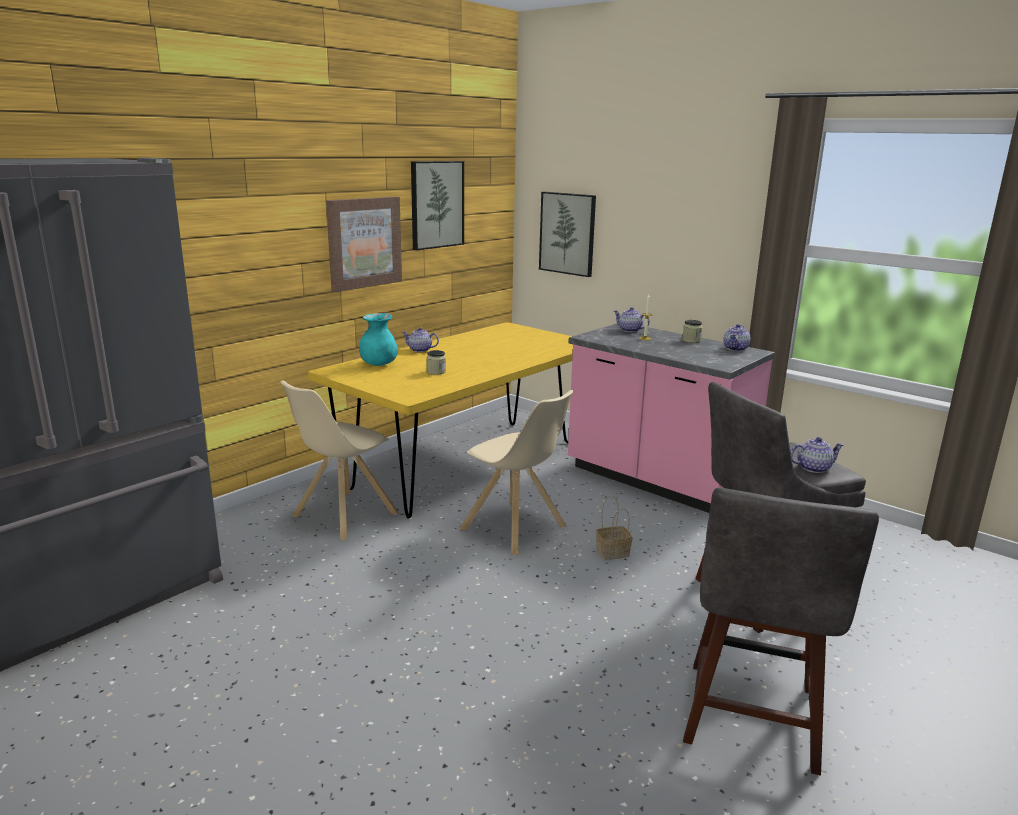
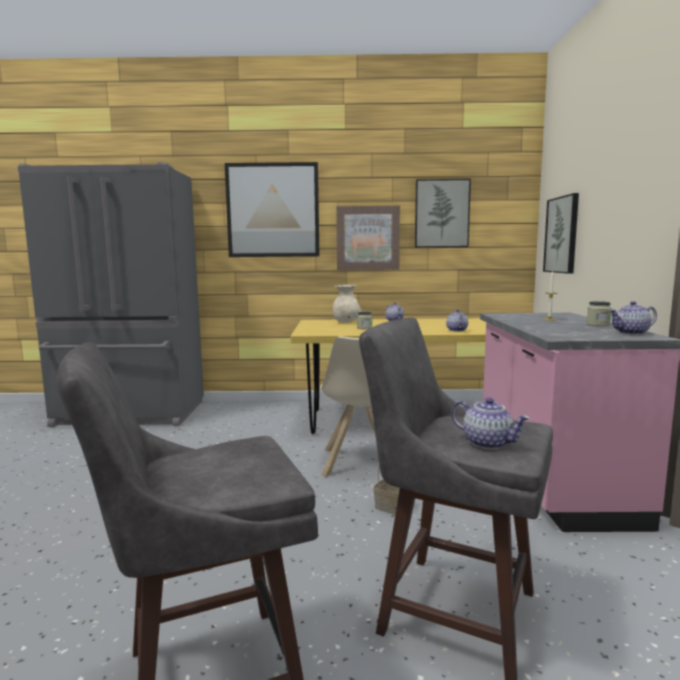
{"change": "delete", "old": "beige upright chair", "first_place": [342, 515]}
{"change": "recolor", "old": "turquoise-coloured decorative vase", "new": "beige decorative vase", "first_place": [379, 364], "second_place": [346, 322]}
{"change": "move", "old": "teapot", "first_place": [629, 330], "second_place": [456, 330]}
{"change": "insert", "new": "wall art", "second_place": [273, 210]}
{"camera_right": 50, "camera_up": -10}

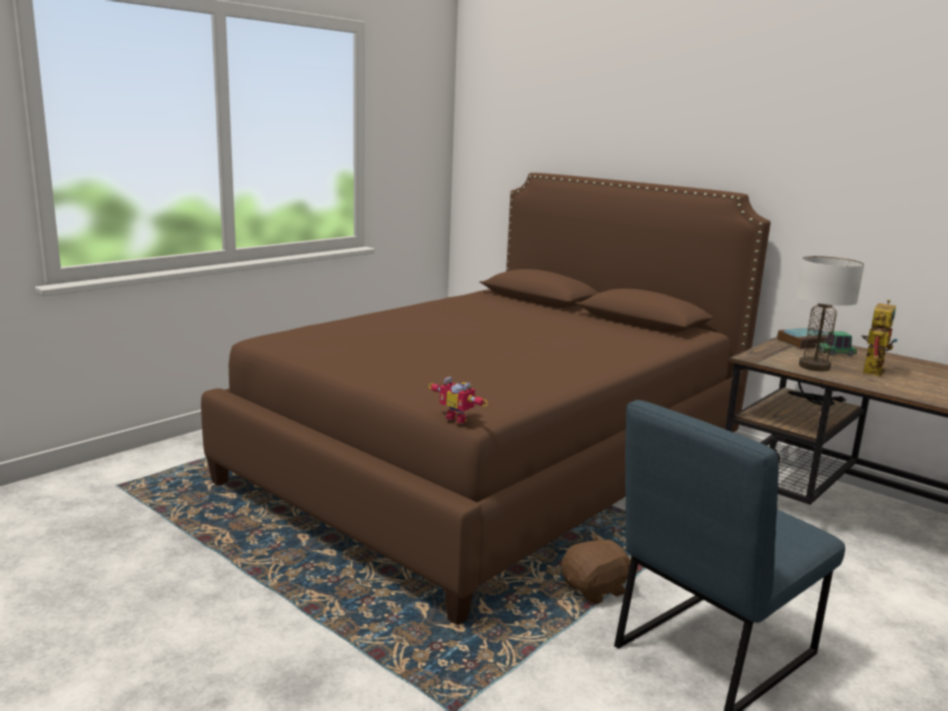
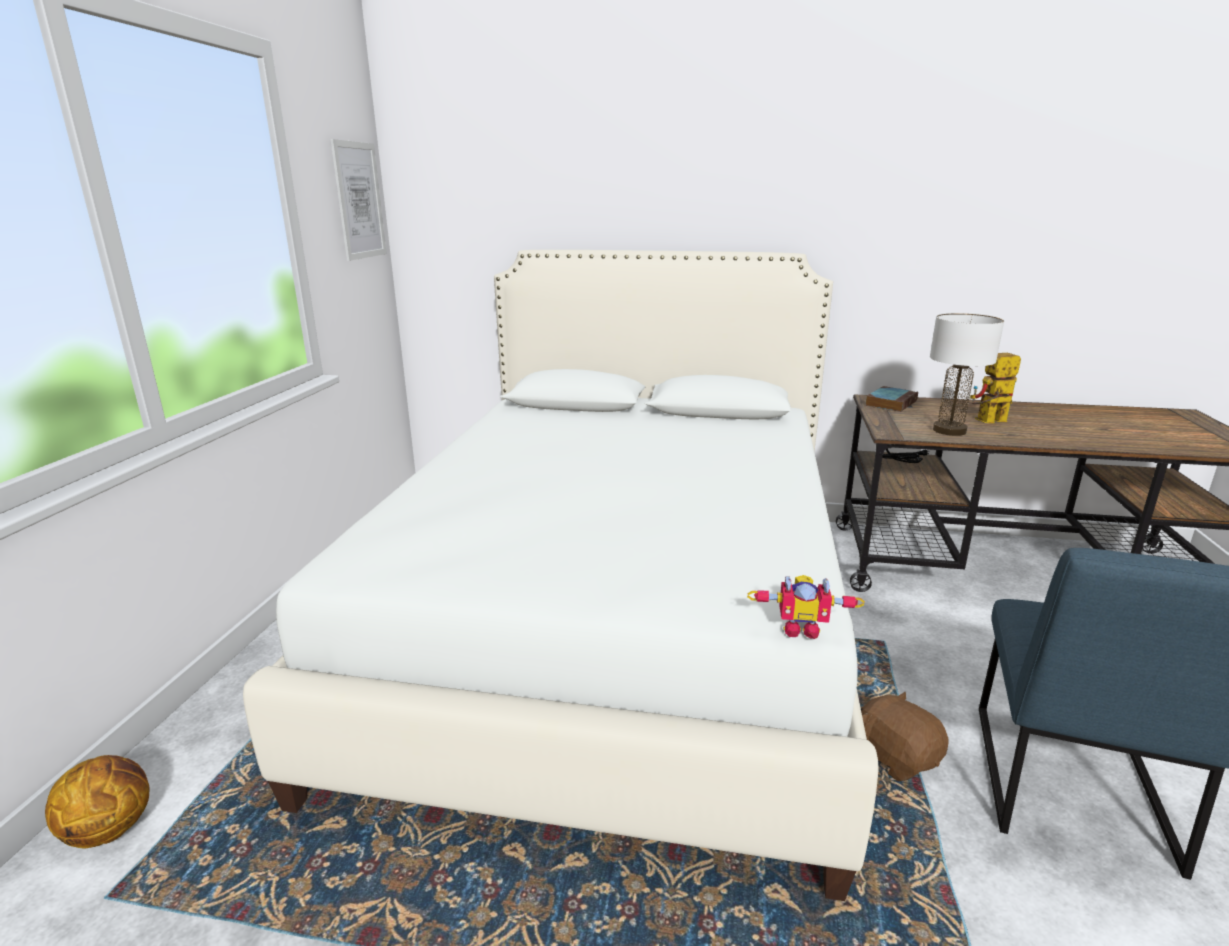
{"change": "recolor", "old": "brownish sleeping bed", "new": "whitish sleeping bed", "first_place": [492, 466], "second_place": [618, 624]}
{"change": "rotate", "old": "brownish cuddly toy", "first_place": [595, 589], "second_place": [896, 757], "degrees": -60}
{"change": "delete", "old": "model car", "first_place": [835, 353]}
{"change": "rotate", "old": "toy robot", "first_place": [871, 369], "second_place": [987, 421], "degrees": -105}
{"change": "insert", "new": "ball for basketball", "second_place": [111, 829]}
{"change": "insert", "new": "wall art", "second_place": [359, 201]}
{"camera_right": -30, "camera_up": 5}

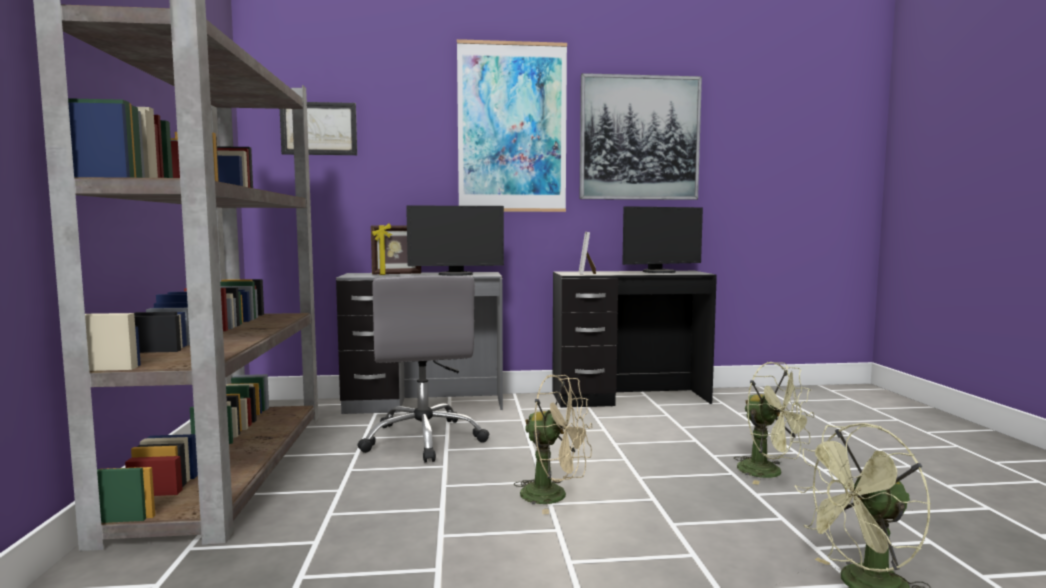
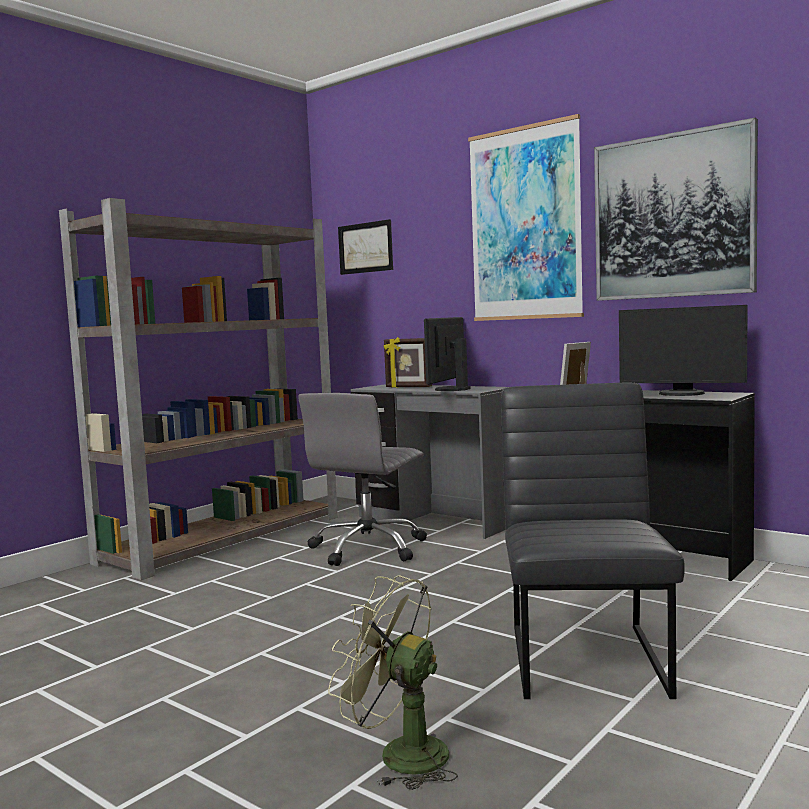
{"change": "rotate", "old": "computer display", "first_place": [456, 274], "second_place": [450, 389], "degrees": 75}
{"change": "delete", "old": "beige electric fan", "first_place": [554, 496]}
{"change": "replace", "old": "green-coloured electric fan", "new": "grey upright chair", "first_place": [769, 473], "second_place": [587, 657]}
{"camera_right": 45, "camera_up": 0}

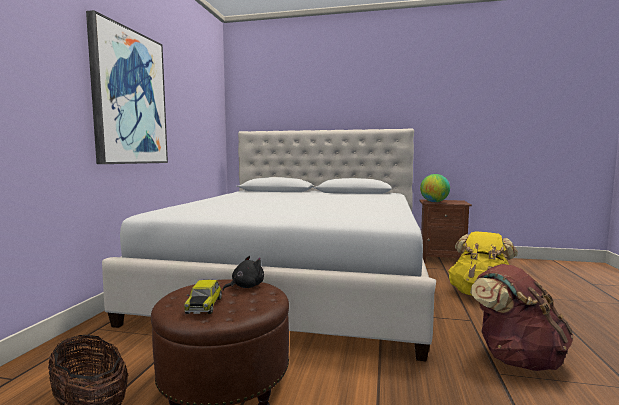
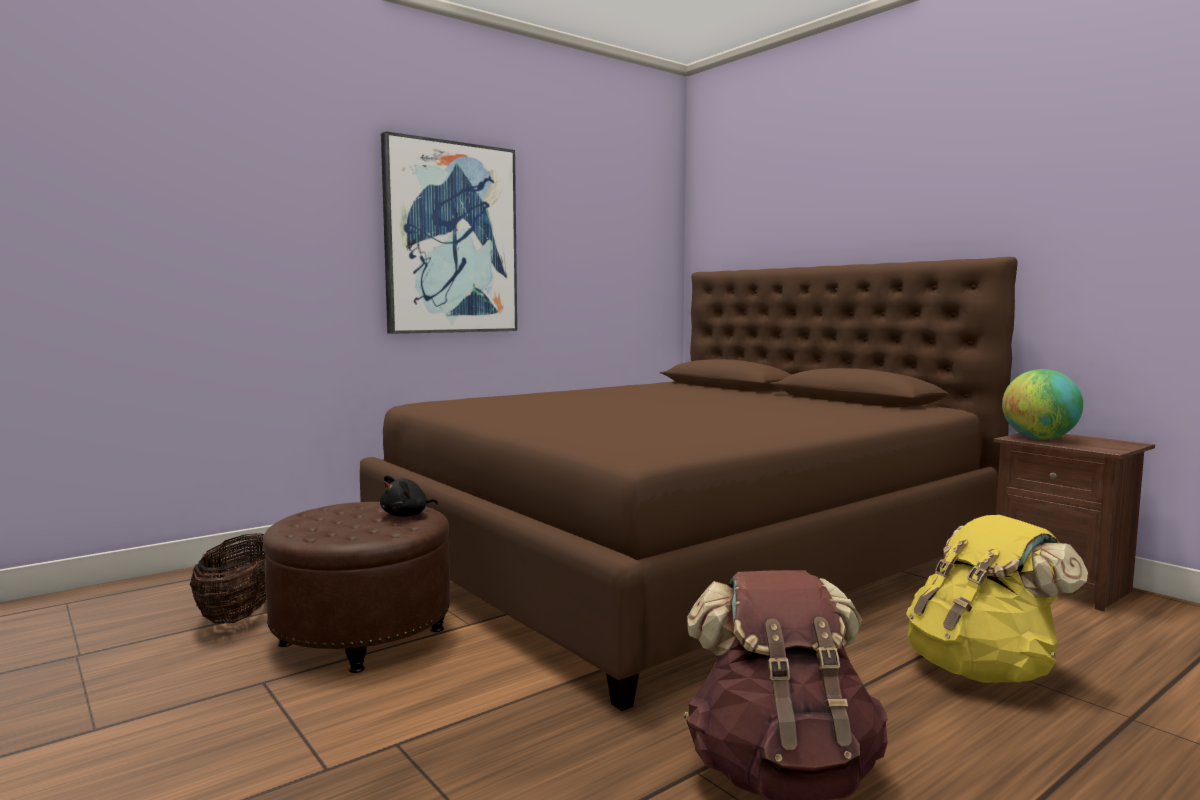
{"change": "recolor", "old": "whitish sleeping bed", "new": "brownish sleeping bed", "first_place": [299, 280], "second_place": [676, 552]}
{"change": "delete", "old": "model car", "first_place": [203, 306]}
{"change": "rotate", "old": "black cuddly toy", "first_place": [245, 286], "second_place": [407, 515], "degrees": 135}
{"camera_right": 40, "camera_up": 0}

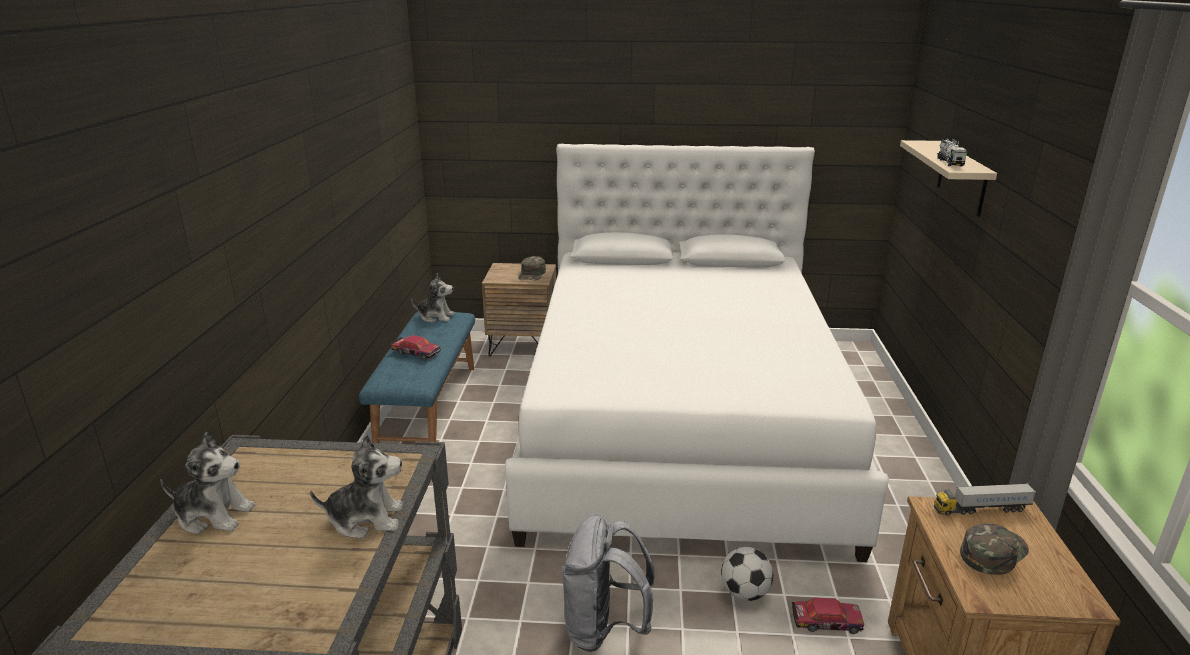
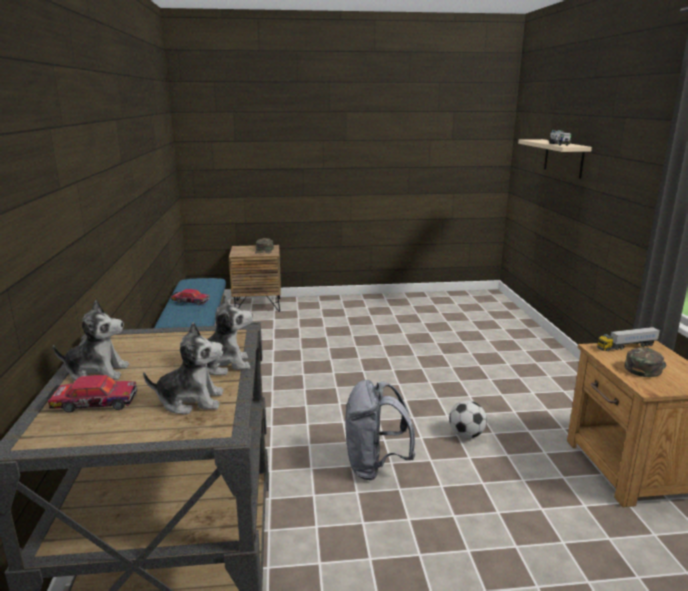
{"change": "move", "old": "cuddly toy", "first_place": [436, 317], "second_place": [191, 401]}
{"change": "delete", "old": "whitish sleeping bed", "first_place": [680, 422]}
{"change": "move", "old": "model car", "first_place": [825, 621], "second_place": [95, 403]}
{"camera_right": -10, "camera_up": -5}

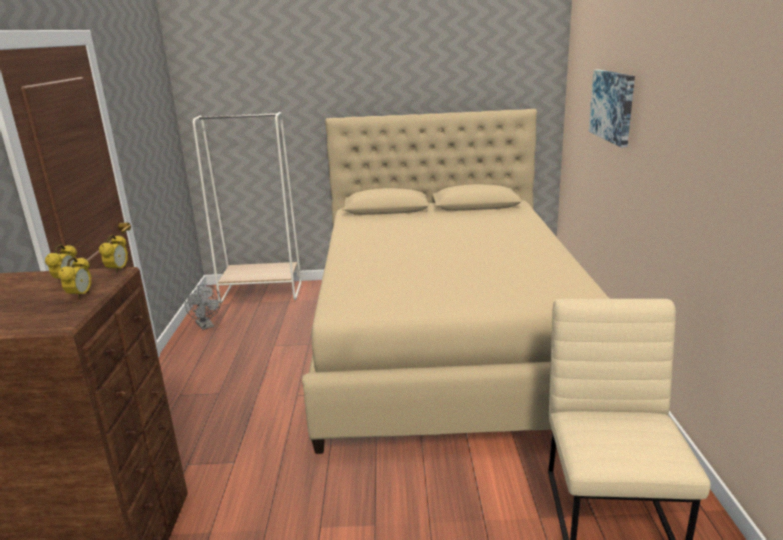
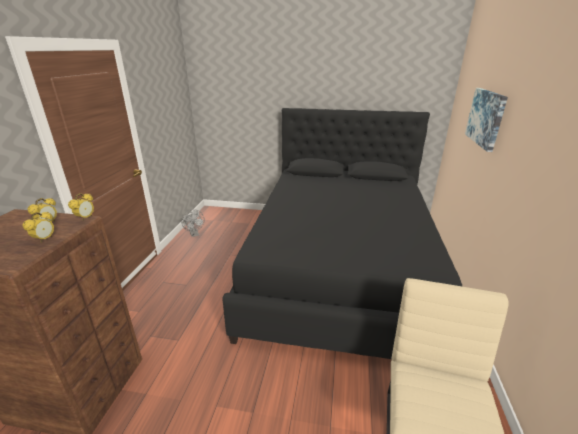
{"change": "delete", "old": "clothes rack", "first_place": [261, 293]}
{"change": "recolor", "old": "beige sleeping bed", "new": "black sleeping bed", "first_place": [446, 340], "second_place": [341, 267]}
{"camera_right": 10, "camera_up": 5}

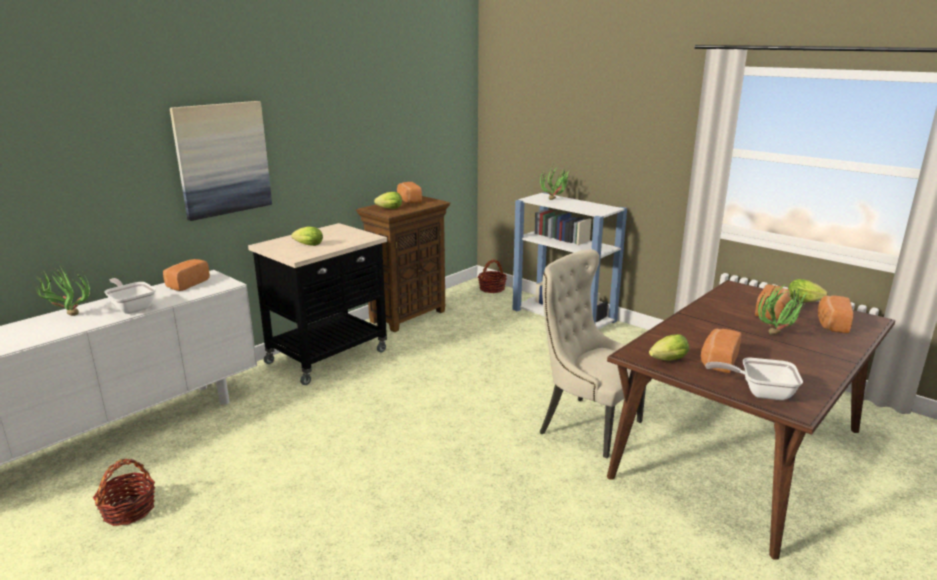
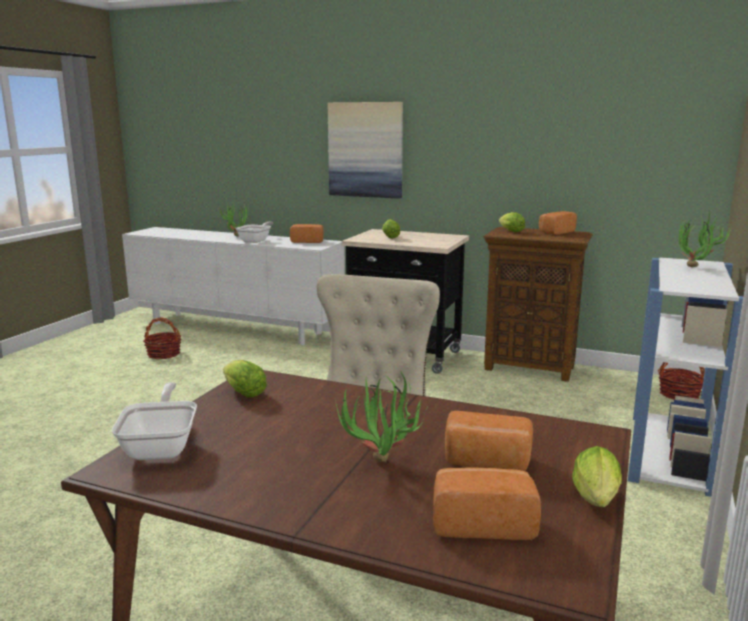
{"change": "delete", "old": "baked bread", "first_place": [718, 361]}
{"camera_right": 70, "camera_up": -5}

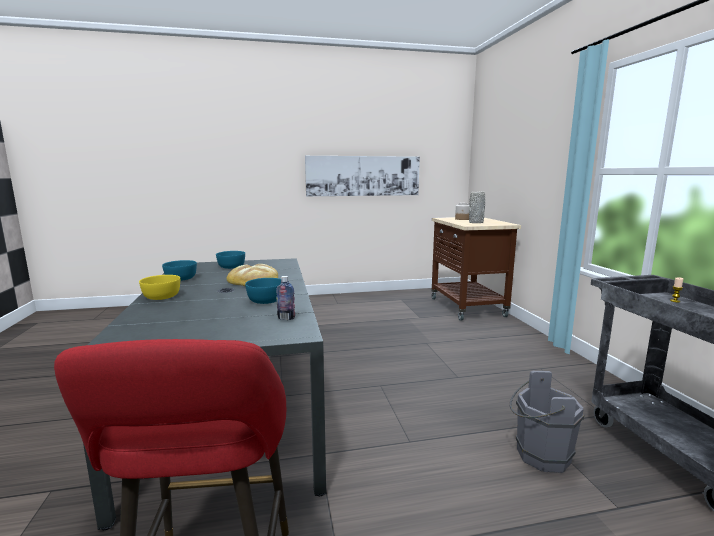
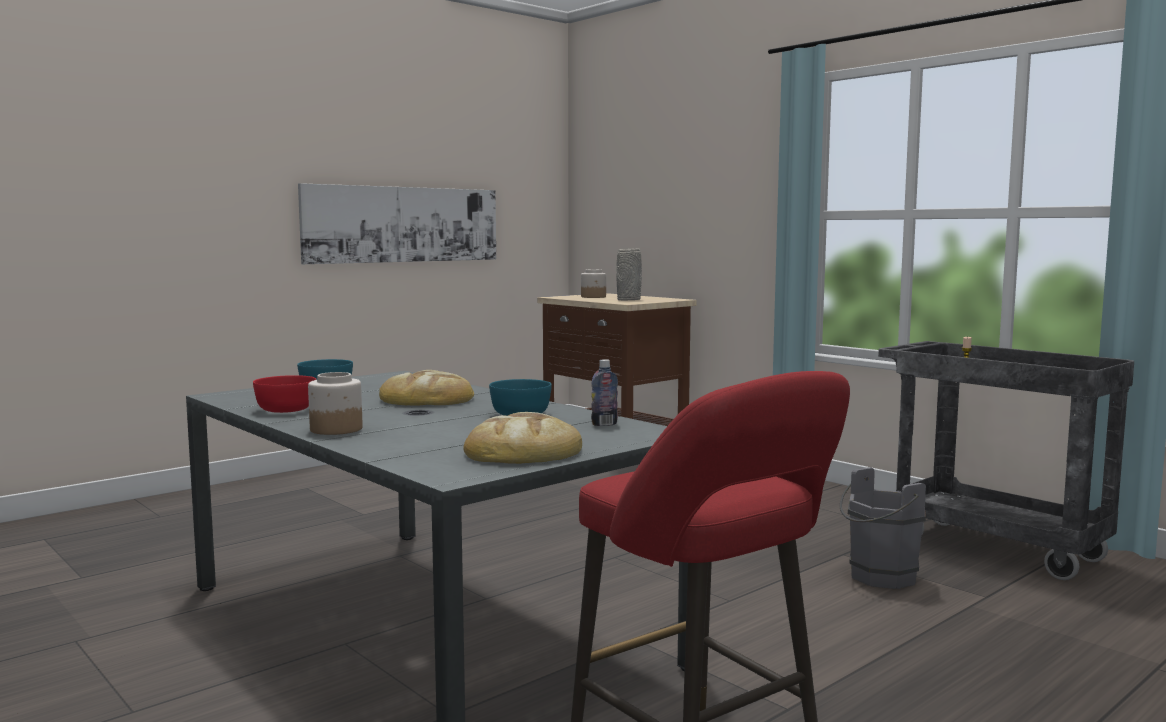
{"change": "replace", "old": "yellow-coloured bowl", "new": "preserve jar", "first_place": [161, 296], "second_place": [335, 429]}
{"change": "recolor", "old": "turquoise-coloured bowl", "new": "reddish bowl", "first_place": [181, 278], "second_place": [286, 409]}
{"change": "insert", "new": "baked bread", "second_place": [523, 451]}
{"camera_right": -30, "camera_up": -5}

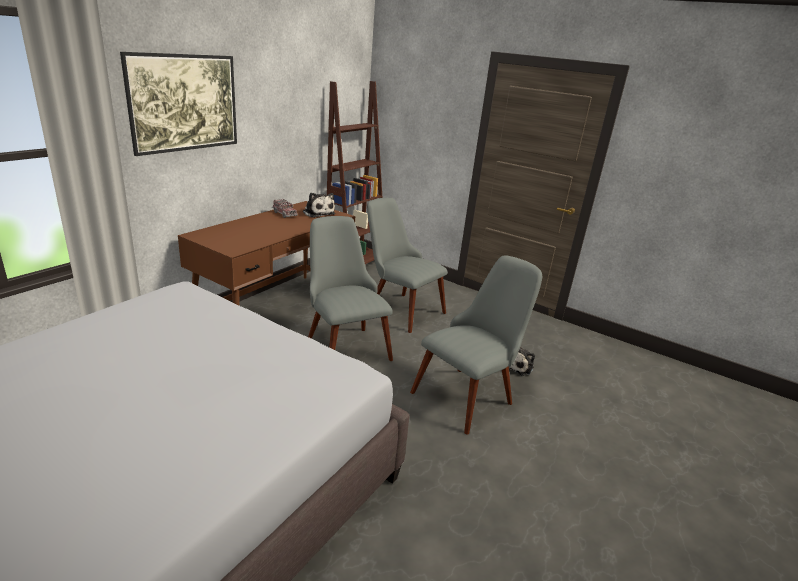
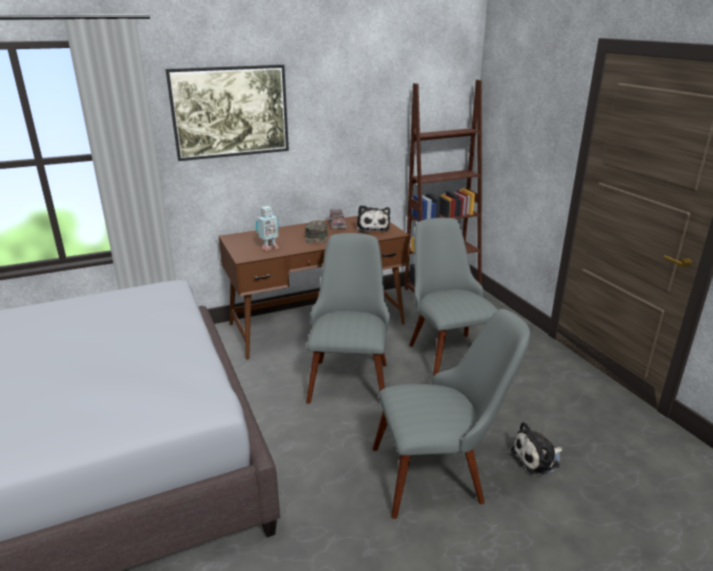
{"change": "insert", "new": "toy robot", "second_place": [269, 248]}
{"change": "insert", "new": "green-coloured cap", "second_place": [316, 237]}
{"camera_right": 35, "camera_up": 0}

